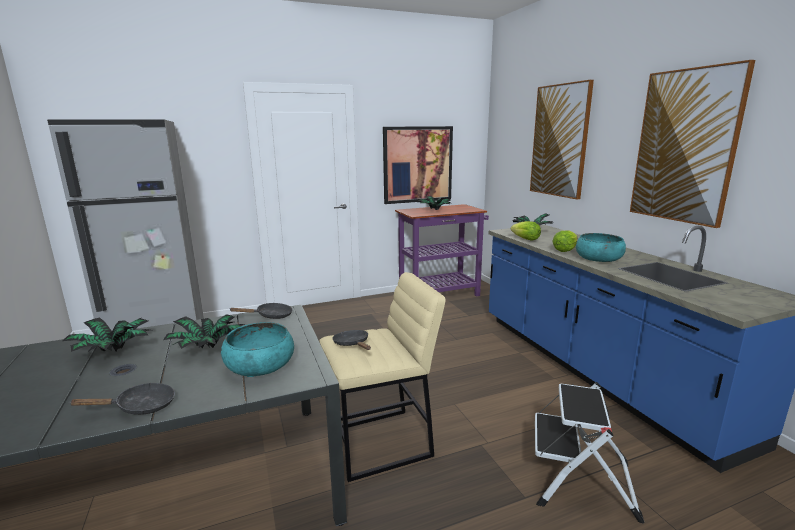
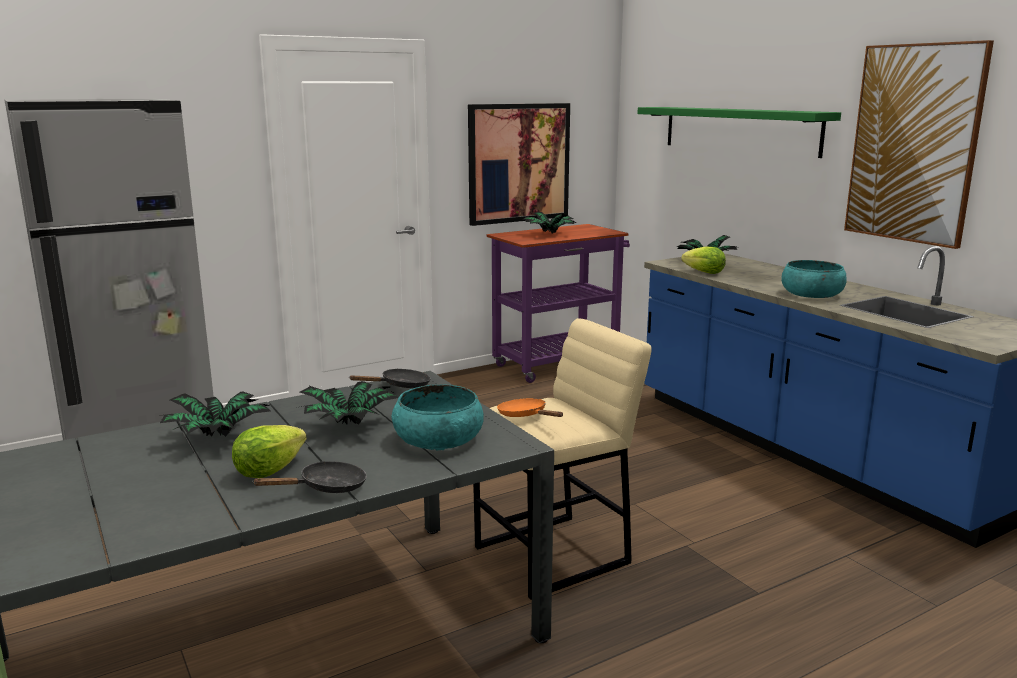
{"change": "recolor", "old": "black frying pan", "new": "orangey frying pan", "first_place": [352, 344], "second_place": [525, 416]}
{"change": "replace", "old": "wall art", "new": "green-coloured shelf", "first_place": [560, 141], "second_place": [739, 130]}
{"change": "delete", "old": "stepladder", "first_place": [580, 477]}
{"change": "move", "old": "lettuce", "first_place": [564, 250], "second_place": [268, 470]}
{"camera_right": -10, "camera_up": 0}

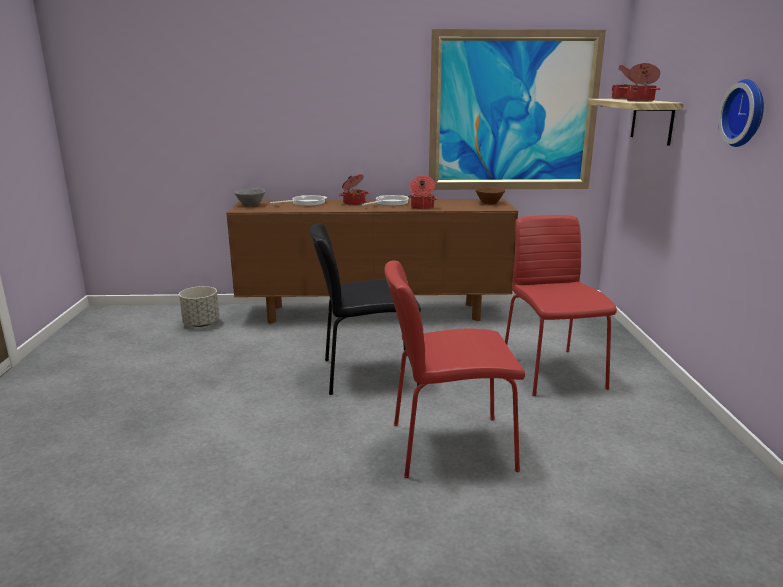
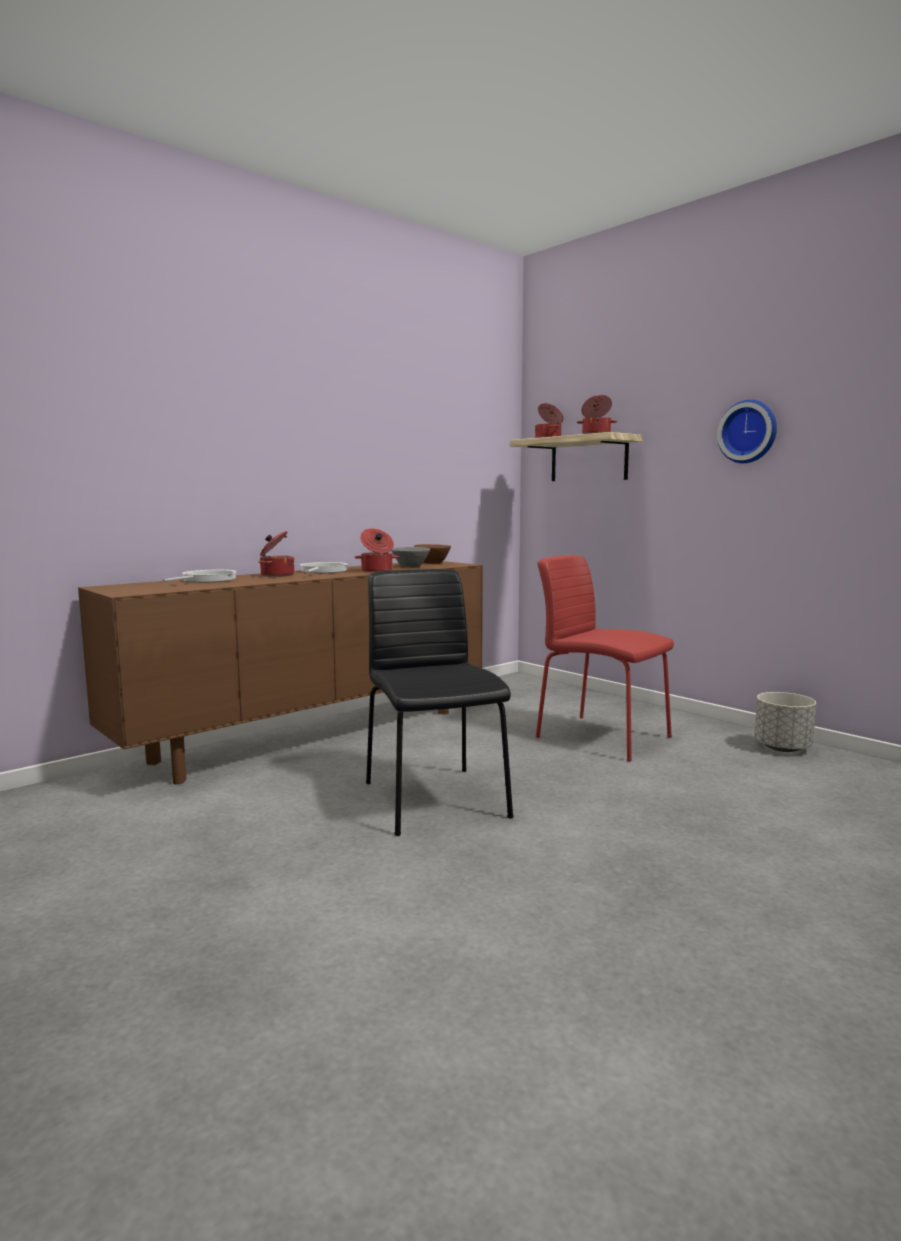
{"change": "move", "old": "grey plant pot", "first_place": [201, 324], "second_place": [782, 748]}
{"change": "move", "old": "grey bowl", "first_place": [250, 205], "second_place": [409, 567]}
{"change": "rotate", "old": "black upright chair", "first_place": [366, 374], "second_place": [432, 797], "degrees": 120}
{"change": "delete", "old": "reddish upright chair", "first_place": [447, 447]}
{"change": "delete", "old": "wall art", "first_place": [513, 112]}
{"camera_right": -40, "camera_up": -10}

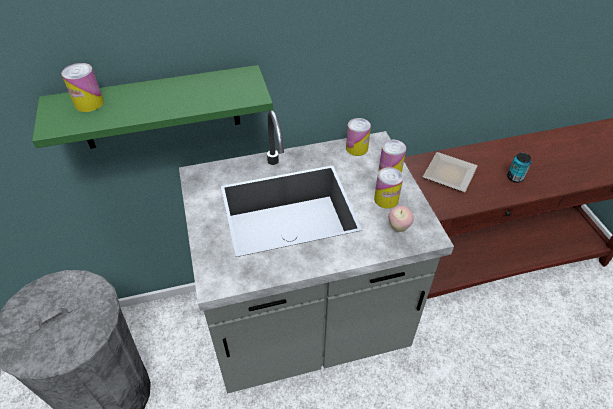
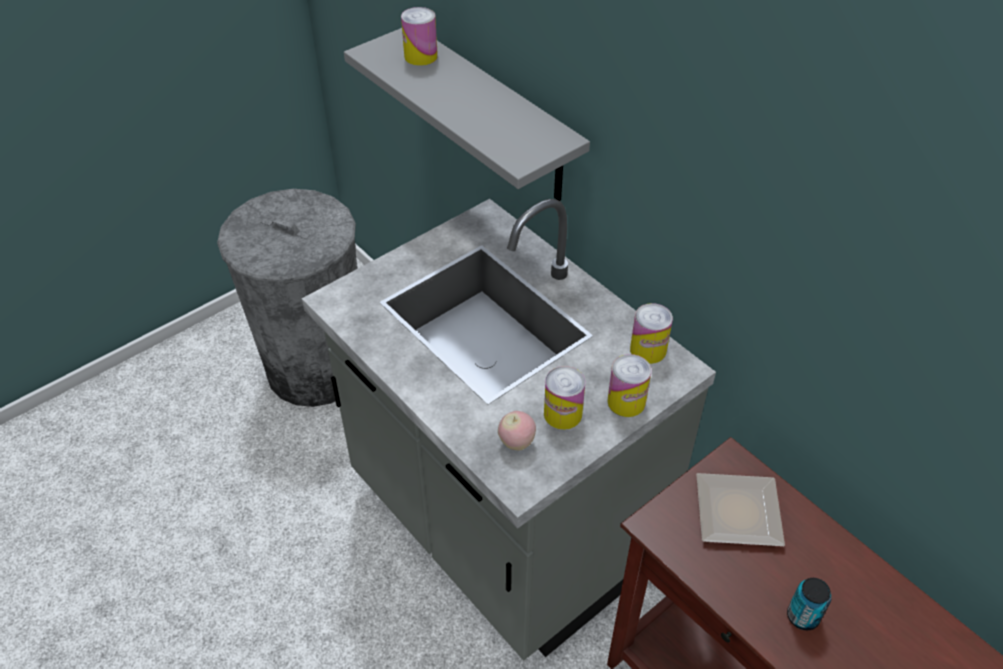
{"change": "recolor", "old": "green-coloured shelf", "new": "grey shelf", "first_place": [160, 108], "second_place": [494, 116]}
{"camera_right": 65, "camera_up": 0}

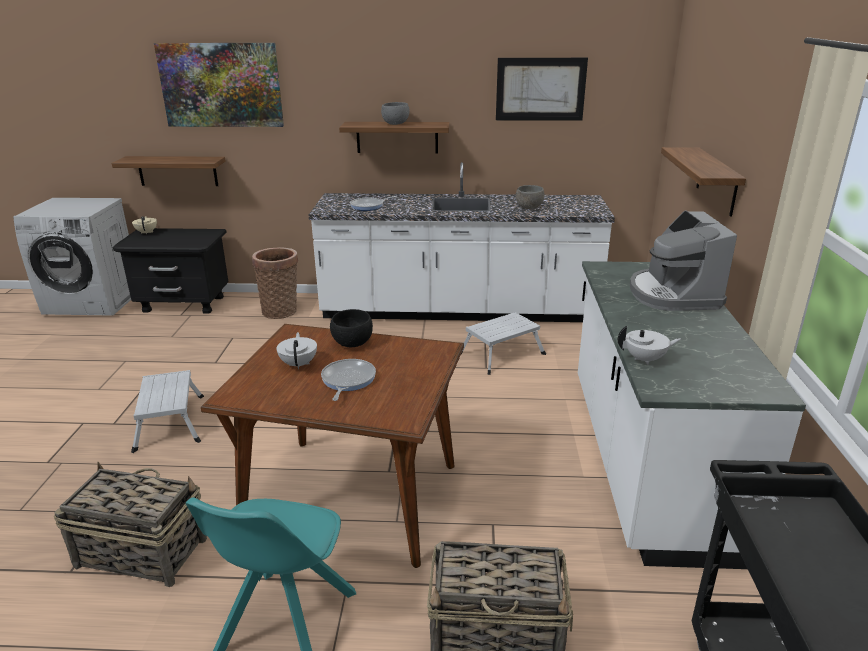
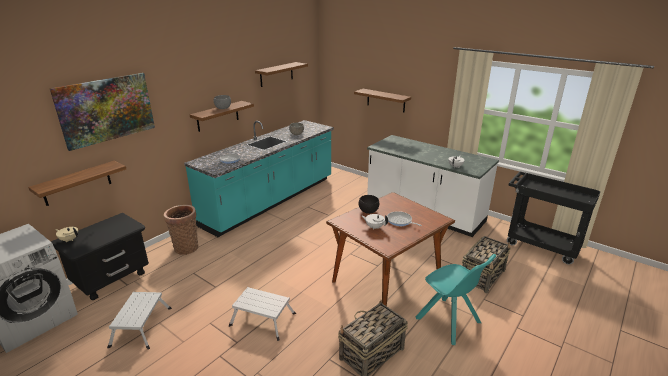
{"change": "recolor", "old": "whitish kitchen counter", "new": "turquoise-coloured kitchen counter", "first_place": [459, 311], "second_place": [271, 201]}
{"change": "move", "old": "whitish stepladder", "first_place": [502, 353], "second_place": [141, 326]}
{"change": "replace", "old": "wall art", "new": "shelf", "first_place": [540, 89], "second_place": [276, 74]}
{"change": "delete", "old": "coffee brewer", "first_place": [673, 294]}
{"camera_right": -55, "camera_up": 0}

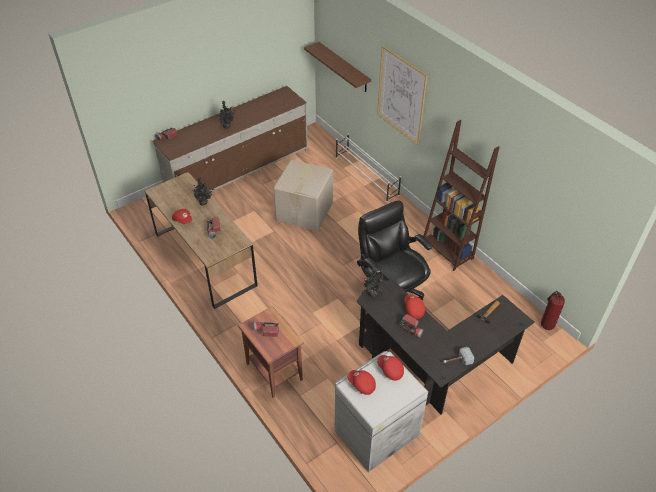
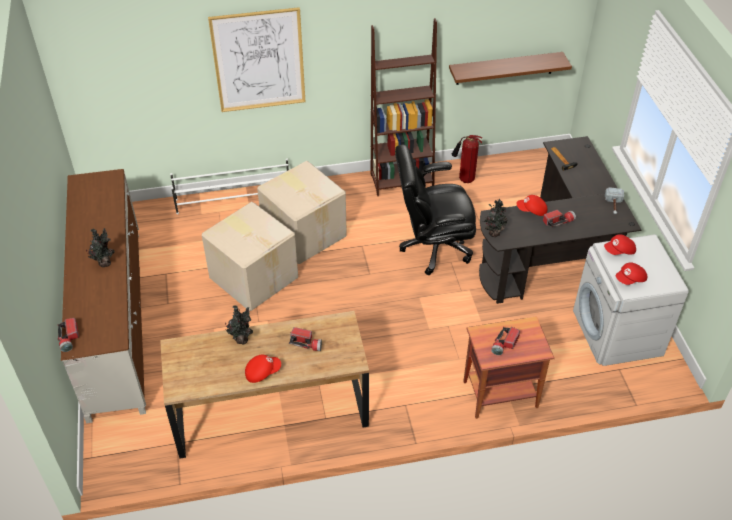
{"change": "move", "old": "shelf", "first_place": [344, 67], "second_place": [505, 68]}
{"change": "move", "old": "fire extinguisher", "first_place": [546, 324], "second_place": [464, 179]}
{"change": "insert", "new": "cardboard box", "second_place": [304, 233]}
{"camera_right": -65, "camera_up": 0}

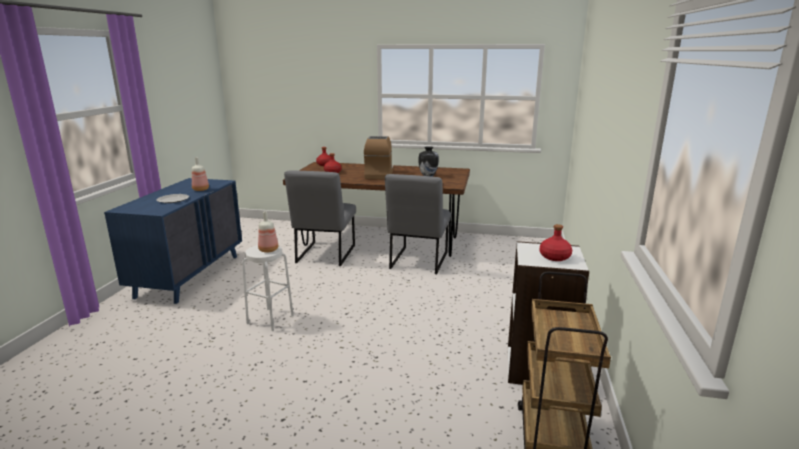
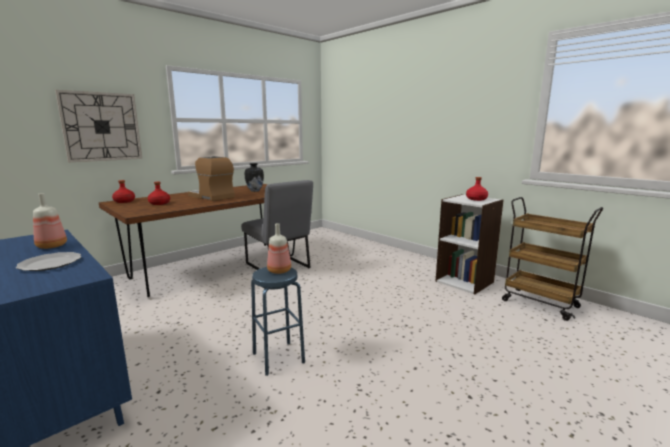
{"change": "recolor", "old": "whitish stool", "new": "bluish stool", "first_place": [270, 319], "second_place": [278, 358]}
{"change": "delete", "old": "grey upright chair", "first_place": [325, 254]}
{"change": "insert", "new": "wall clock", "second_place": [101, 127]}
{"camera_right": -55, "camera_up": -5}

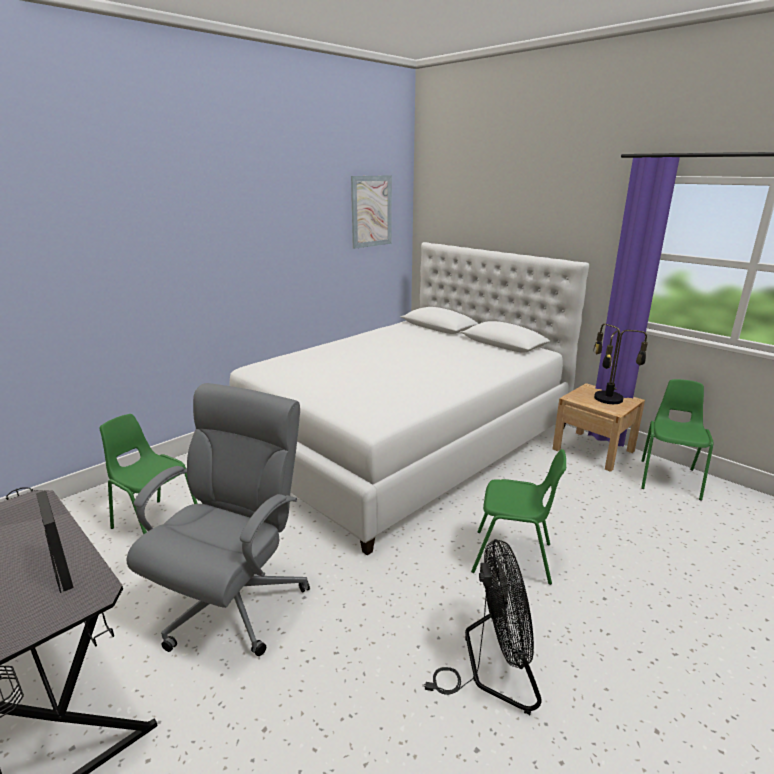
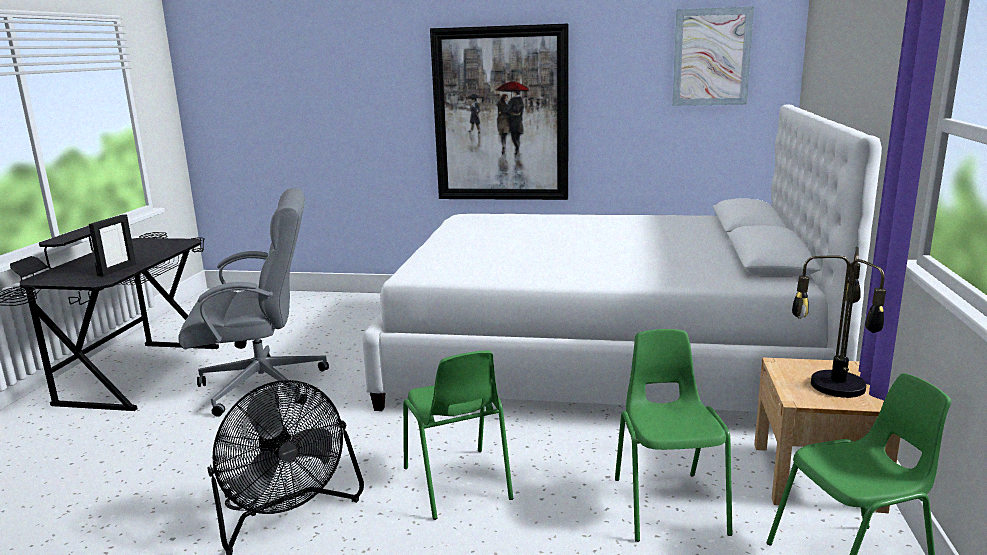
{"change": "move", "old": "green-coloured upright chair", "first_place": [156, 524], "second_place": [668, 505]}
{"change": "insert", "new": "wall art", "second_place": [501, 115]}
{"camera_right": 55, "camera_up": -5}

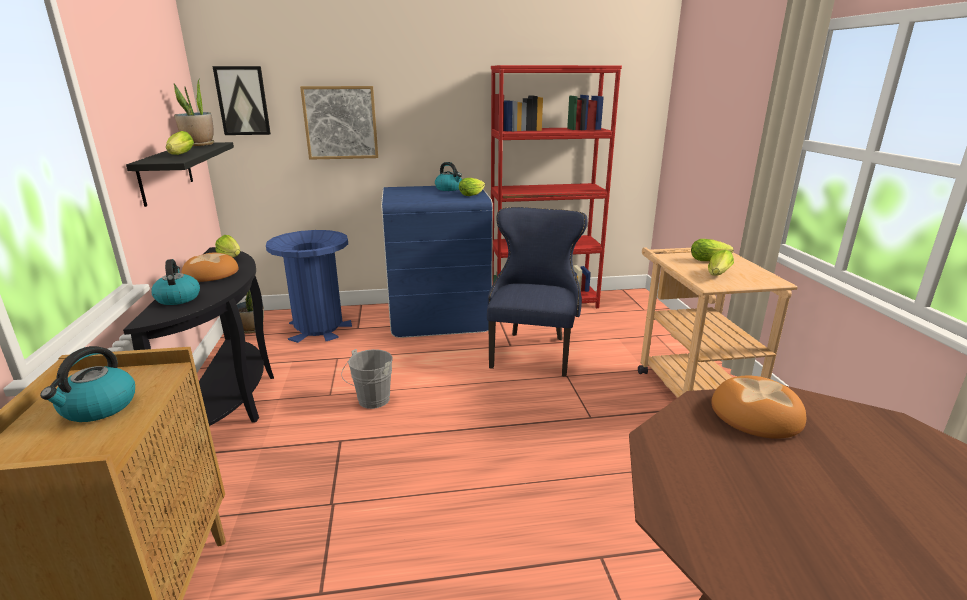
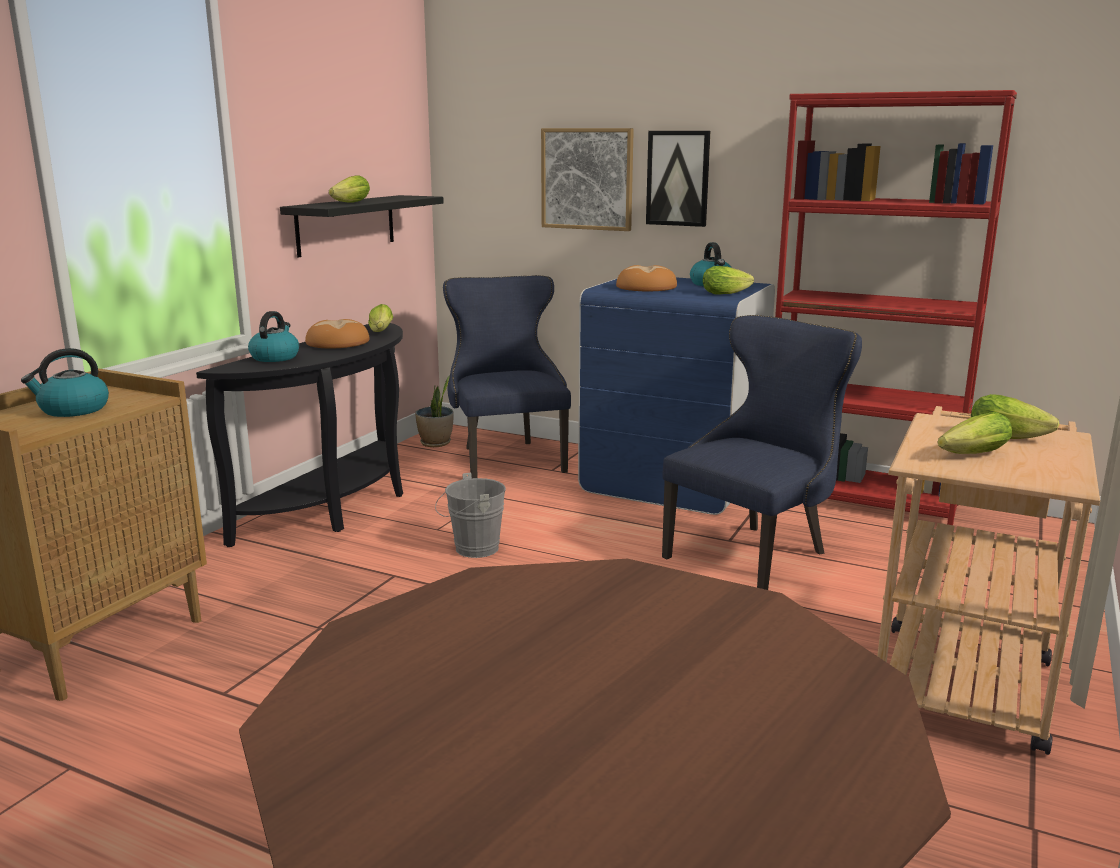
{"change": "delete", "old": "houseplant", "first_place": [199, 145]}
{"change": "move", "old": "wall art", "first_place": [243, 101], "second_place": [678, 178]}
{"change": "replace", "old": "bluish waste bin", "new": "bluish upright chair", "first_place": [319, 327], "second_place": [507, 459]}
{"change": "move", "old": "baked bread", "first_place": [755, 413], "second_place": [646, 287]}
{"camera_right": 35, "camera_up": -5}

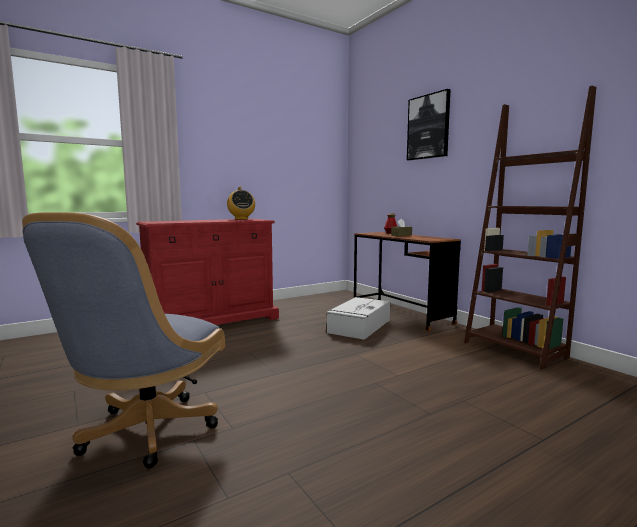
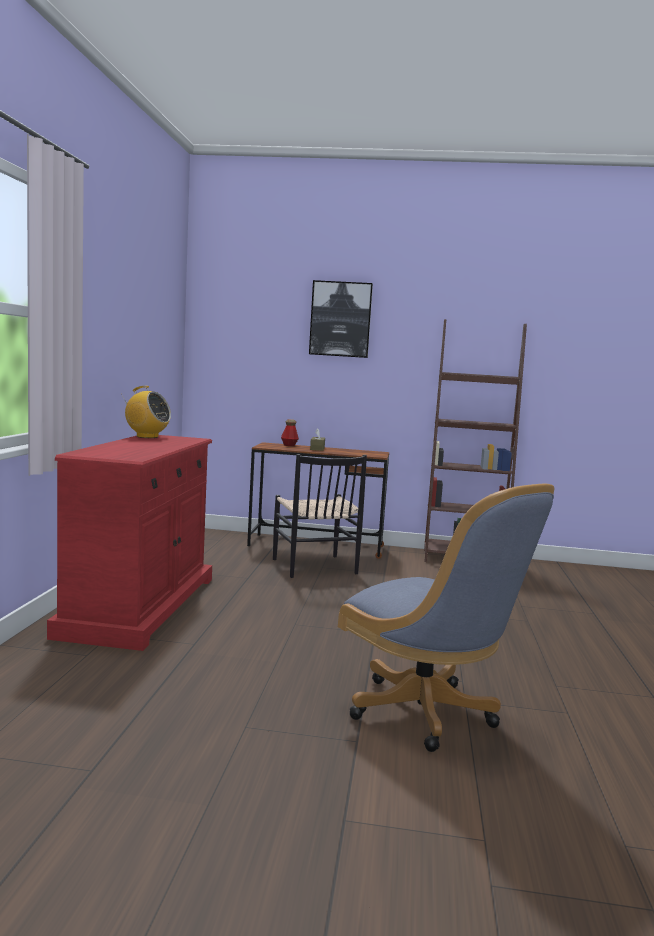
{"change": "replace", "old": "grey storage box", "new": "black upright chair", "first_place": [359, 326], "second_place": [315, 568]}
{"camera_right": -50, "camera_up": 0}

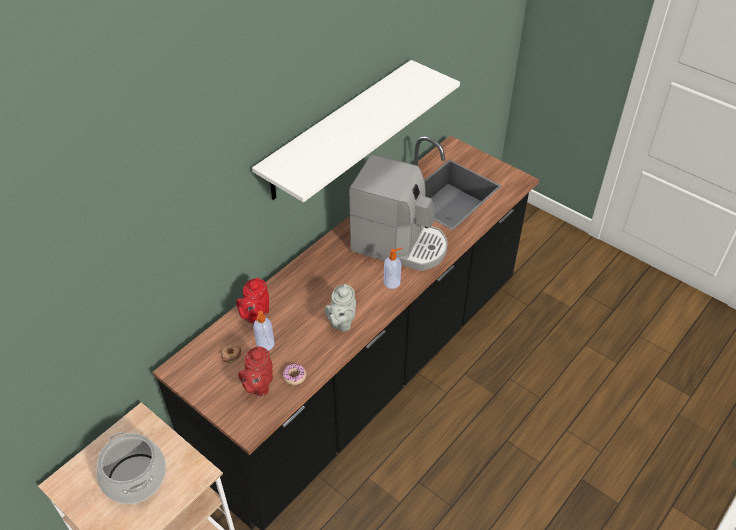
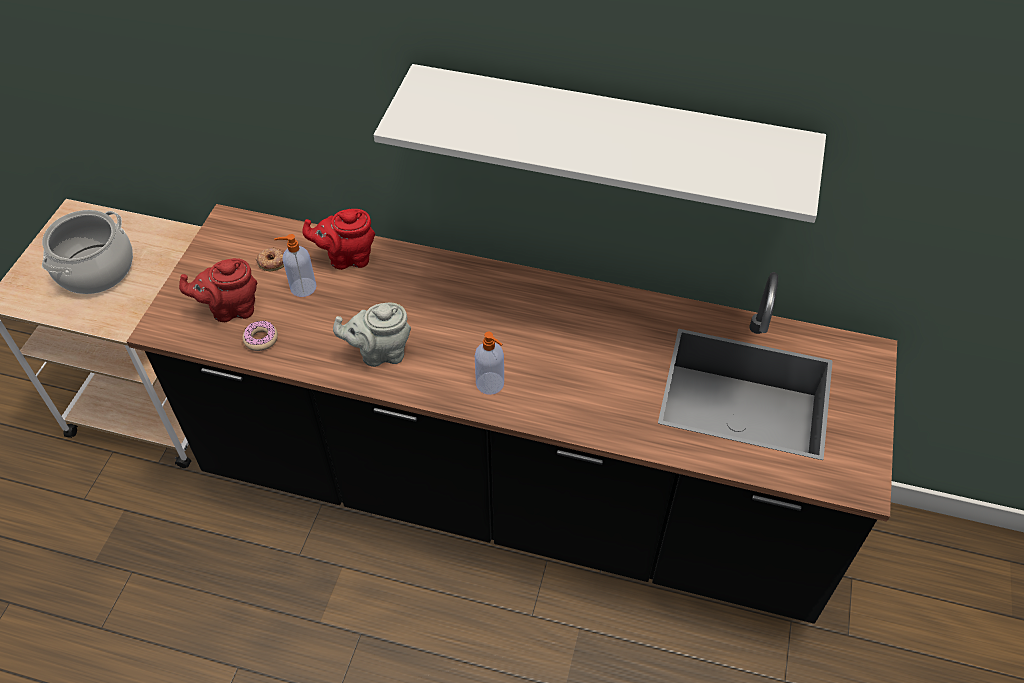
{"change": "delete", "old": "coffee brewer", "first_place": [400, 245]}
{"camera_right": 65, "camera_up": 5}

